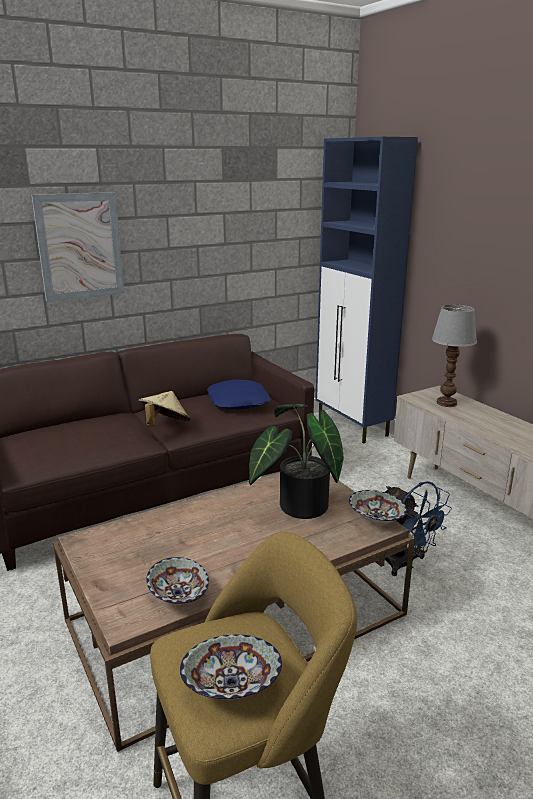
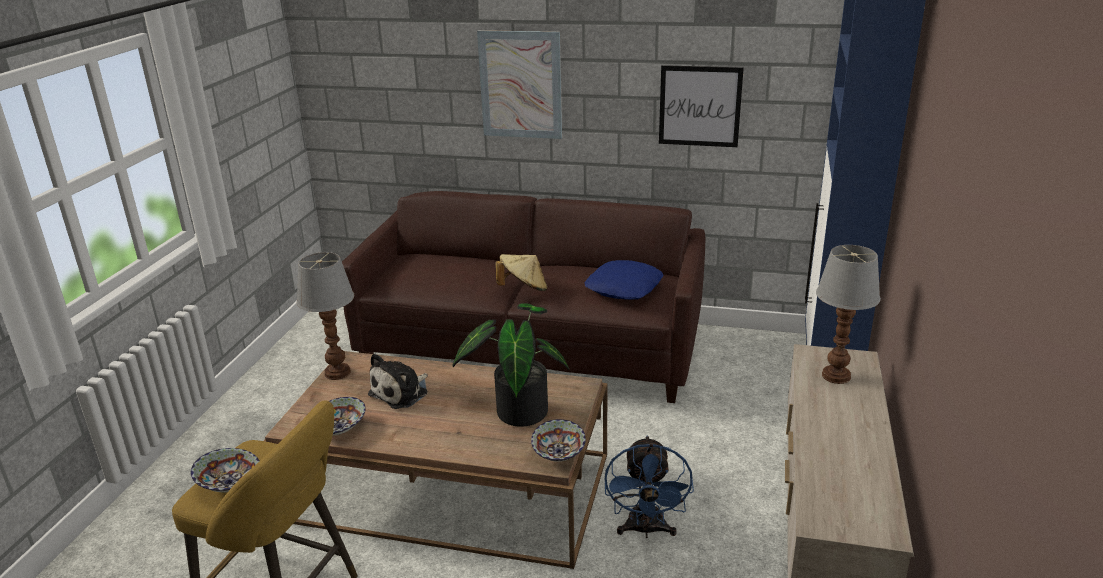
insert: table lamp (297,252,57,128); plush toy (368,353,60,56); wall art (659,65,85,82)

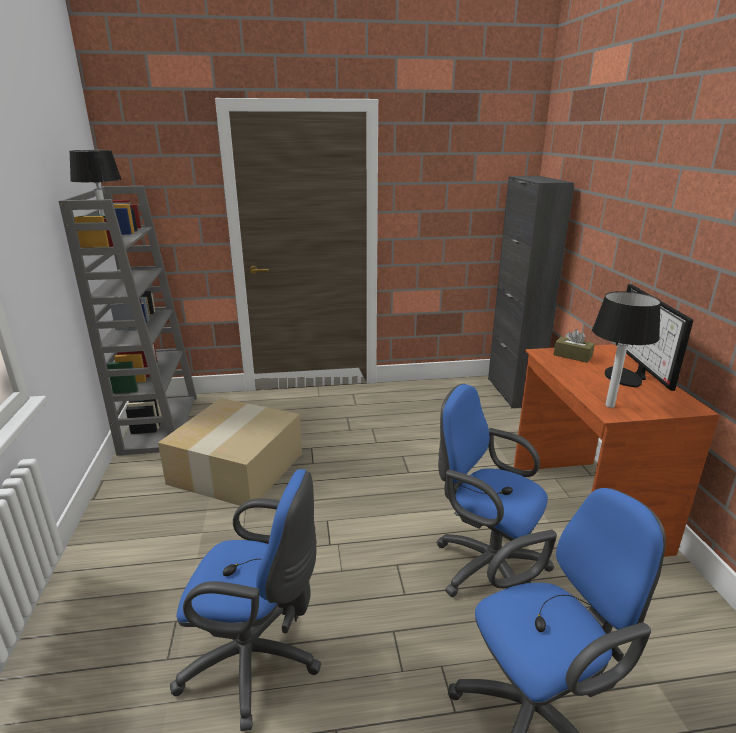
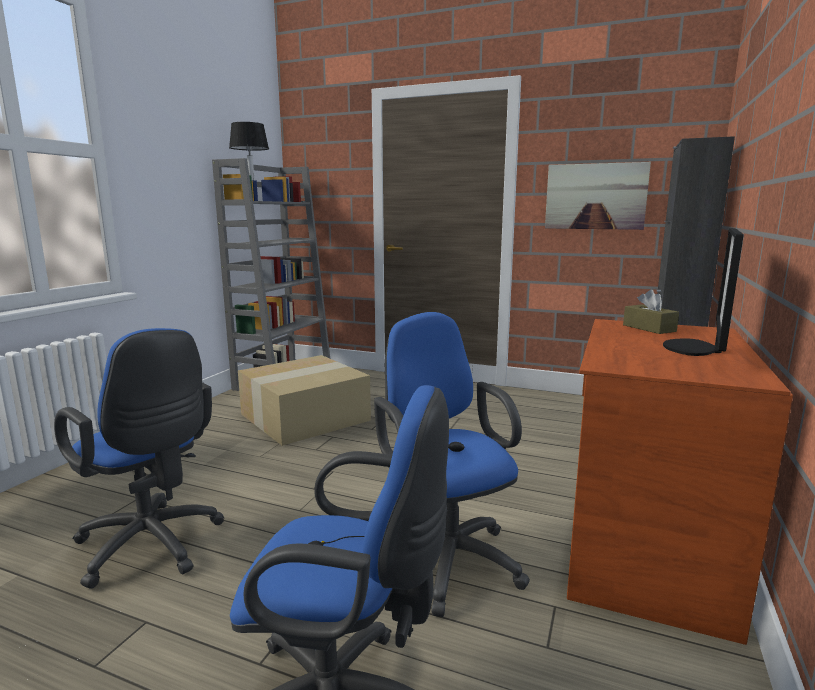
delete: table lamp (592,291,69,117)
insert: wall art (545,162,106,68)

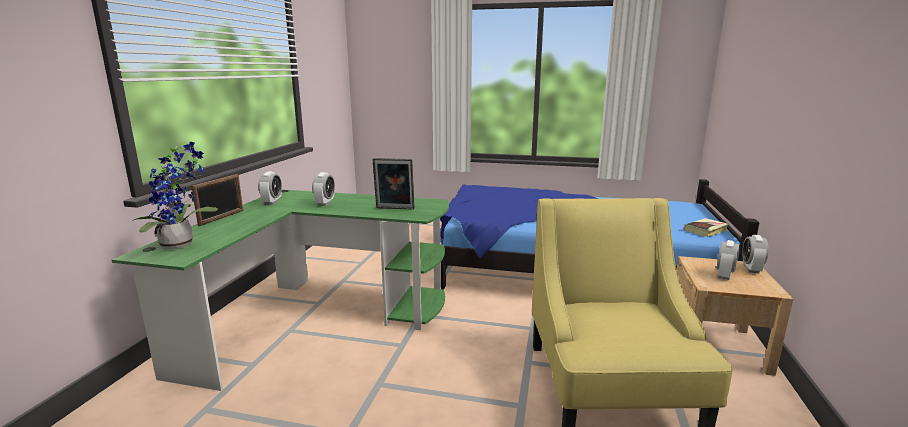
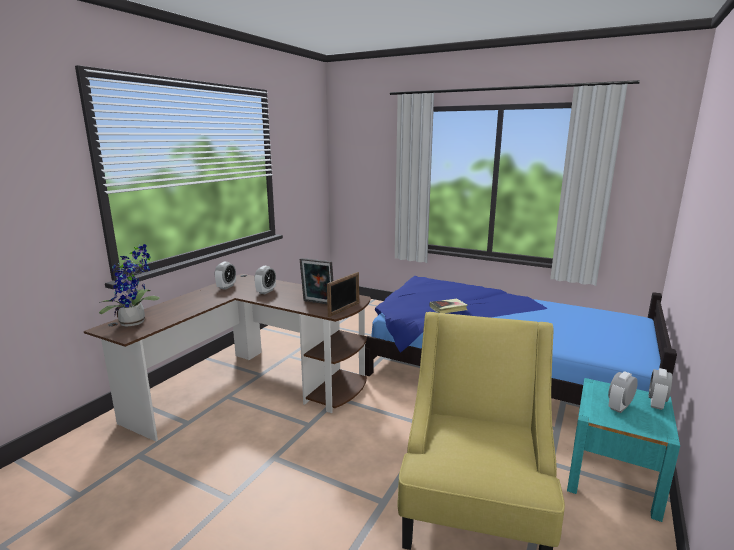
move: standing frame (191,174,52,52) to (327,272,32,45); book (684,218,45,19) to (430,299,37,14)
recolor: green-coloured desk table (112,189,337,202) to brown-coloured desk table (84,274,287,167); beige-coloured bedside table (677,256,116,120) to turquoise bedside table (567,378,113,144)

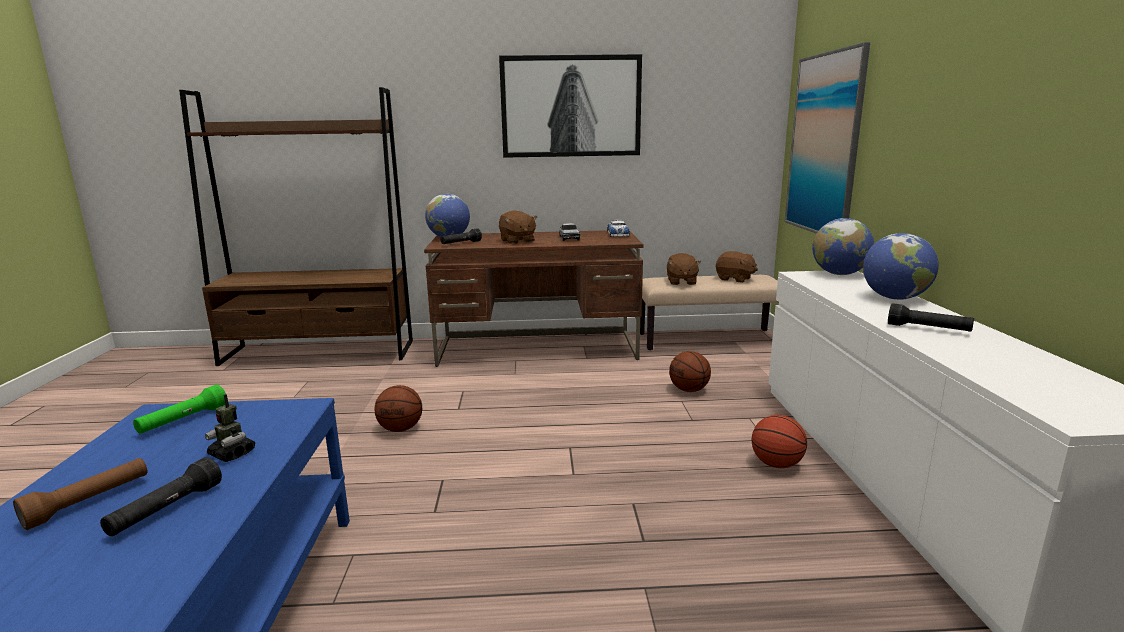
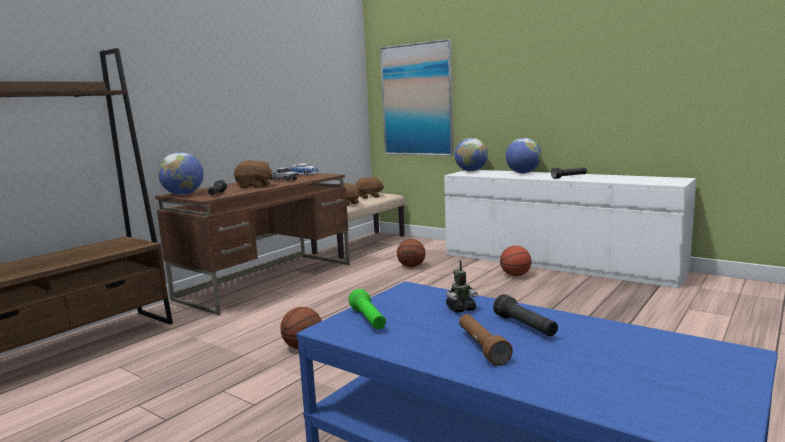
delete: wall art (499,54,143,104)

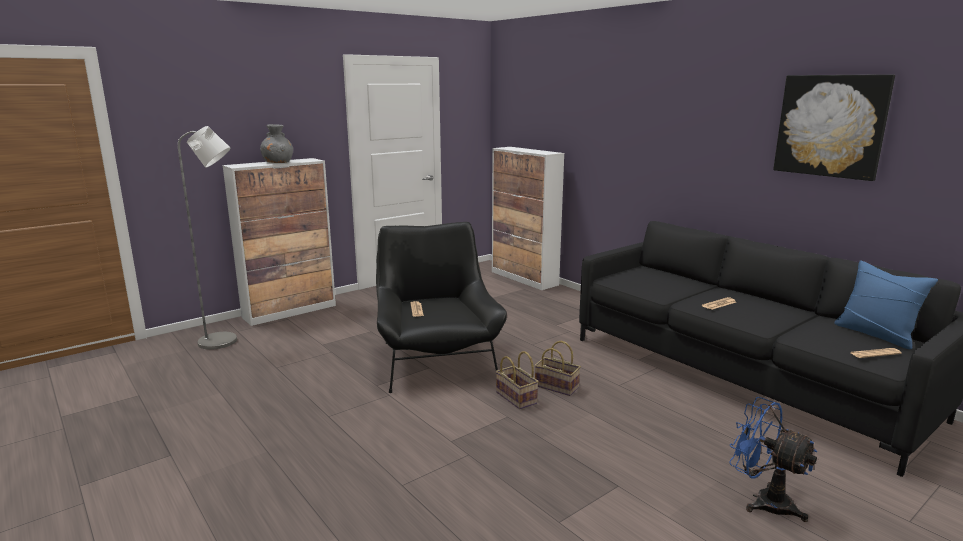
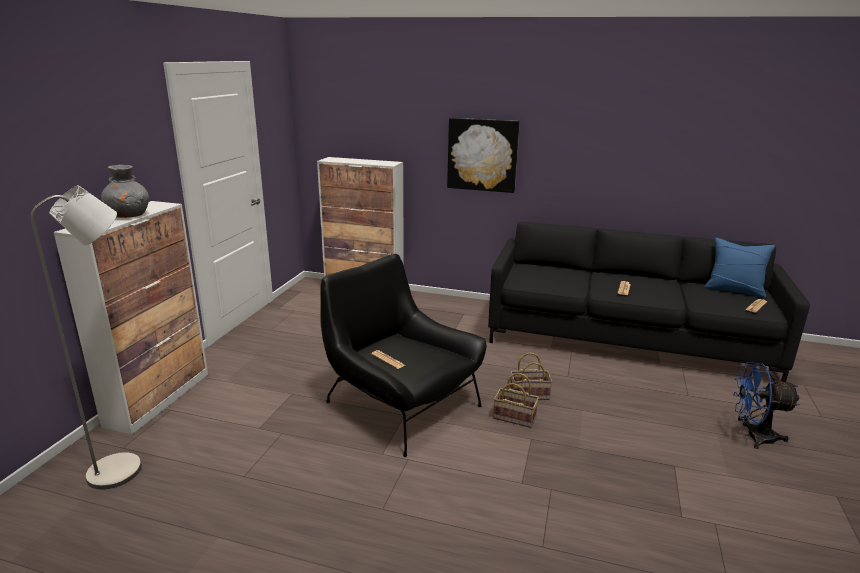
move: wall art (773,74,122,107) to (447,118,73,75)

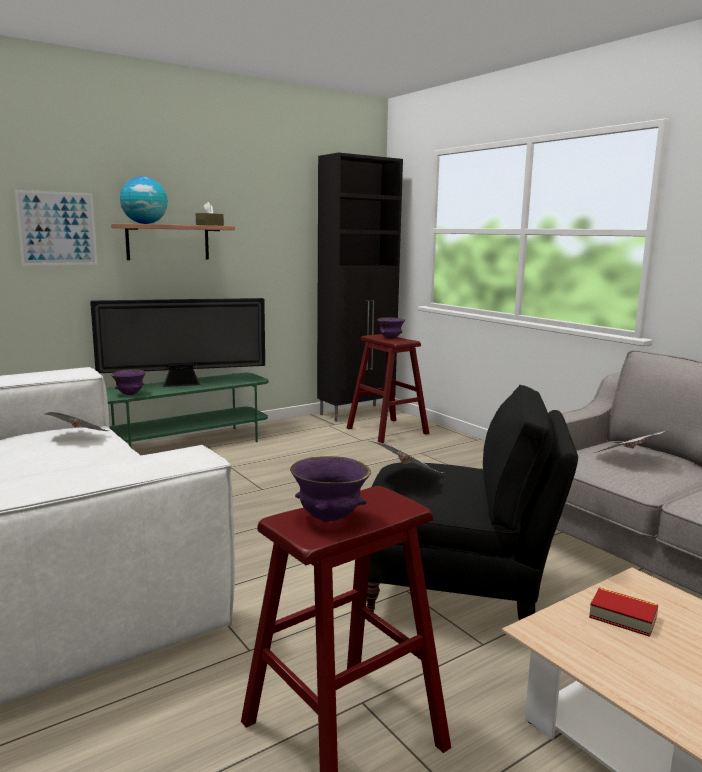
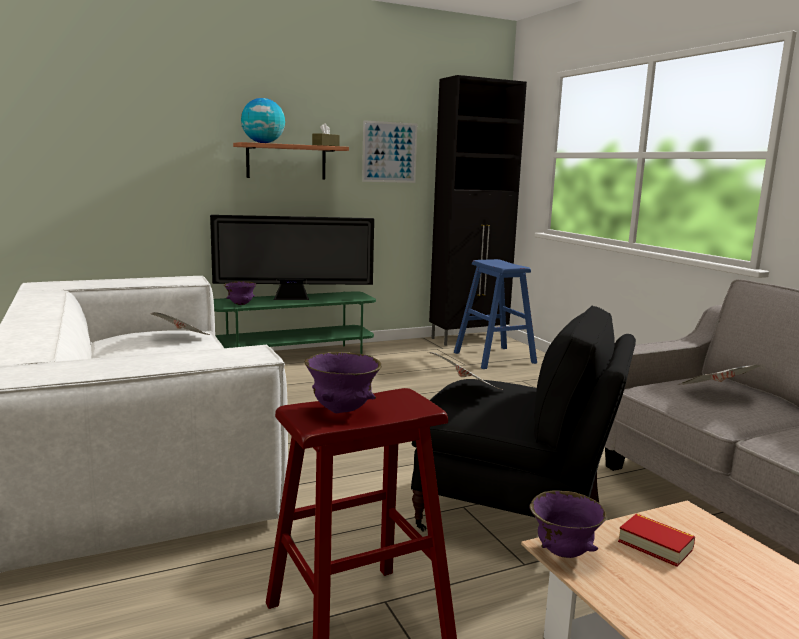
move: wall art (15,190,83,76) to (362,120,55,63); purplish deep dish (376,317,29,22) to (529,490,78,68)
recolor: red-coloured stool seat (347,334,82,109) to blue stool seat (454,259,83,110)

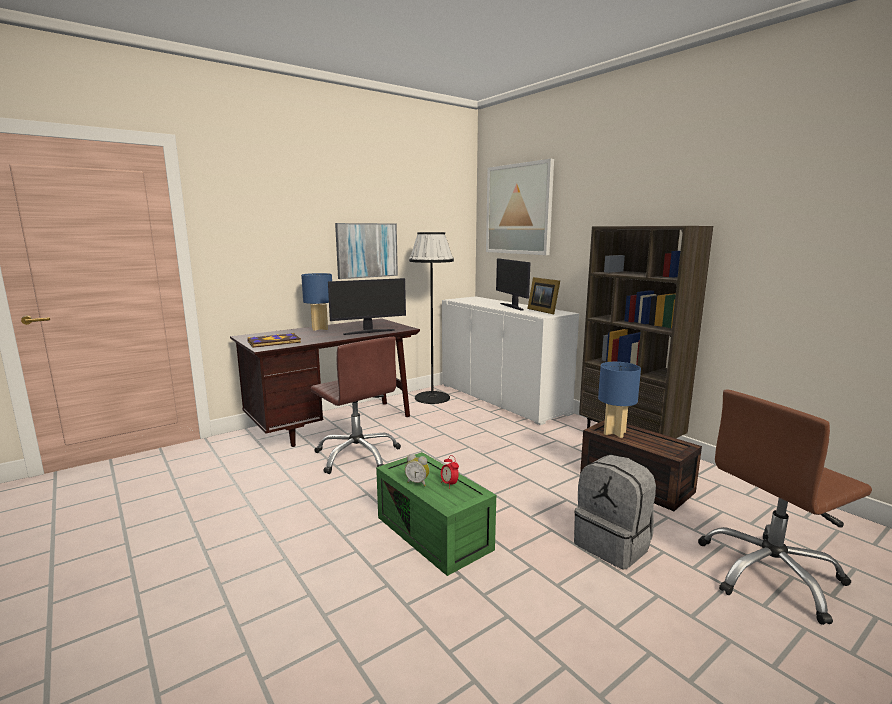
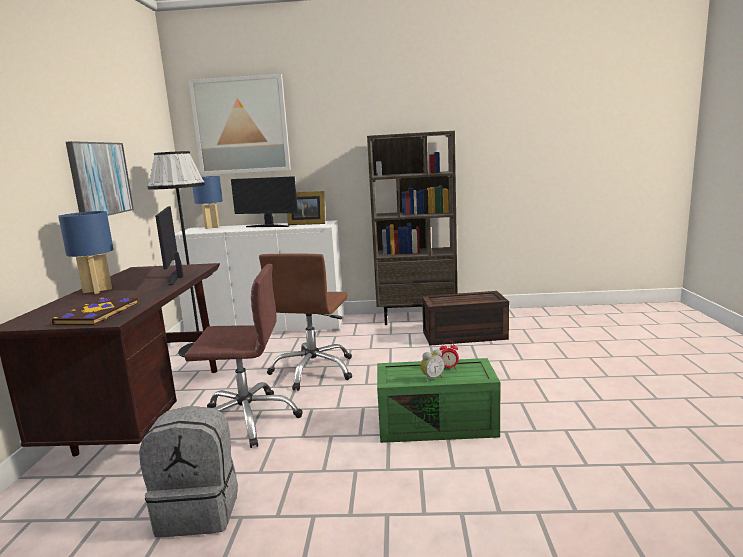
move: gray knapsack (574,455,82,114) to (139,406,99,131); blue table lamp (598,362,43,76) to (192,176,31,53); brown-coloured office chair (698,389,174,236) to (259,254,93,137)
rotate: monitor (328,278,78,57) = (155,206,28,79) 150 degrees clockwise

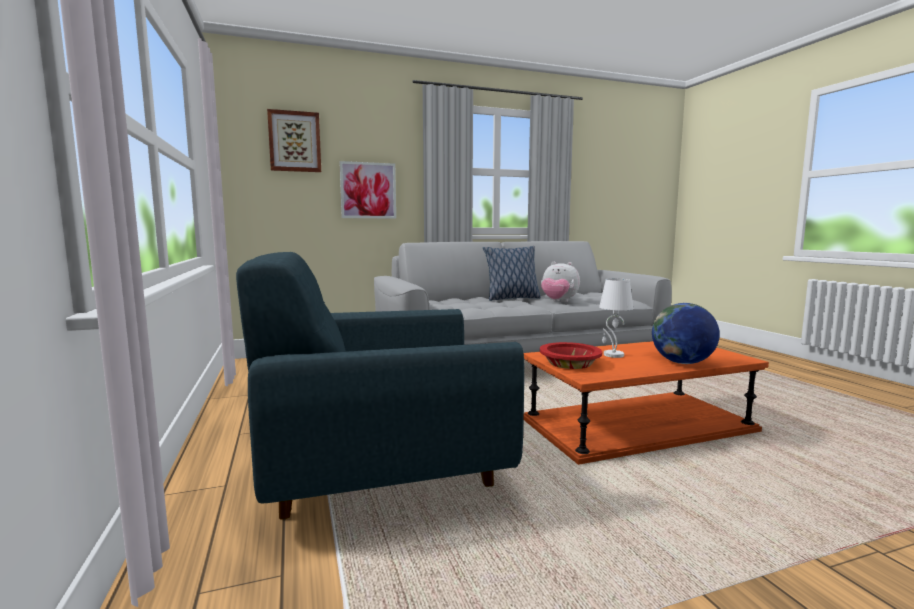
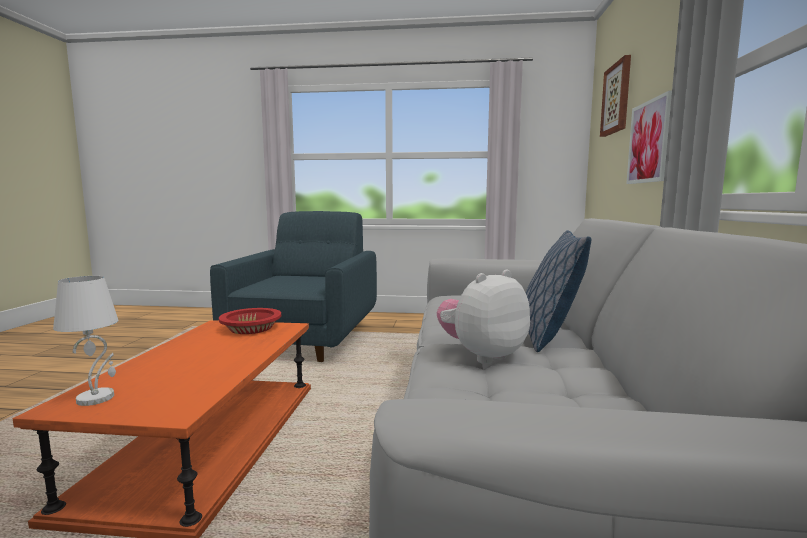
delete: desk globe (652,303,68,61)
move: white table lamp (599,278,35,80) to (53,276,66,130)

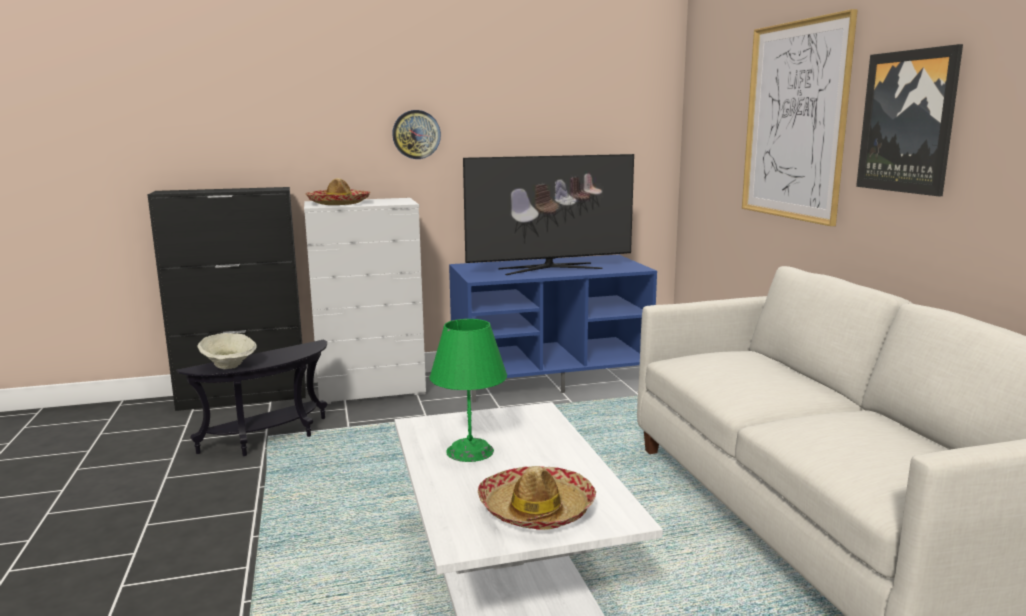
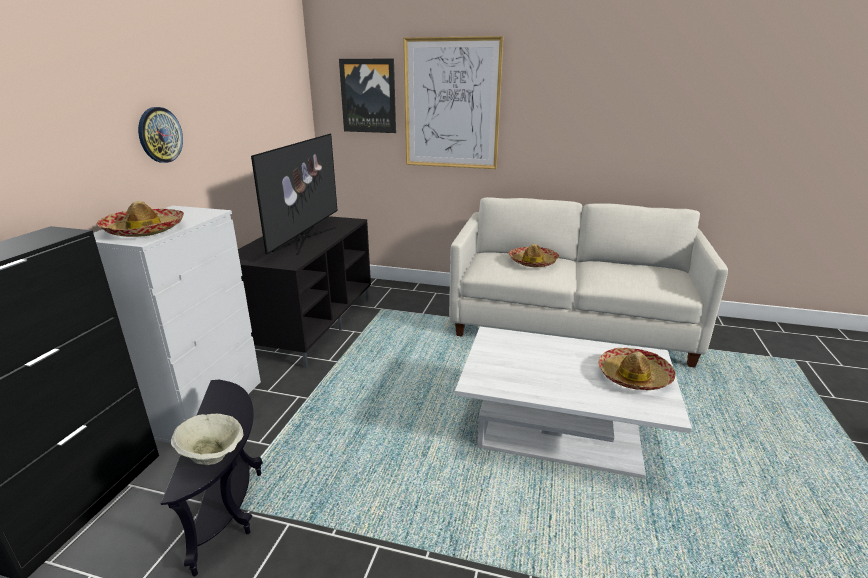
delete: green-coloured table lamp (429,319,78,143)
insert: clothing hat (509,244,50,23)
move: wall art (856,44,107,152) to (339,59,57,74)
recolor: blue tv stand (449,255,208,147) to blackish tv stand (238,216,133,152)

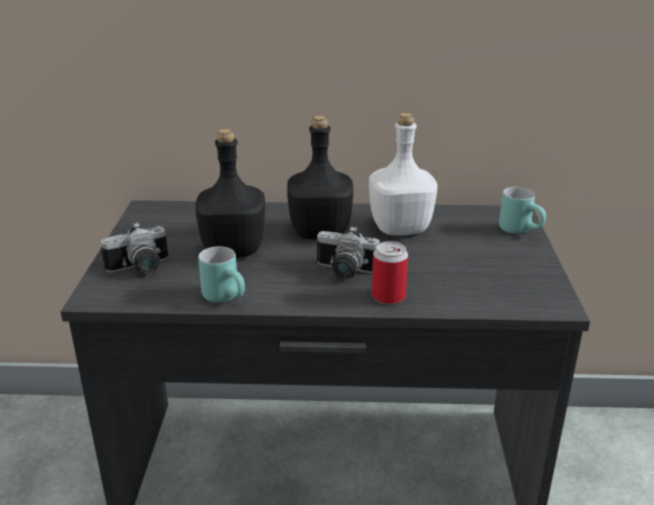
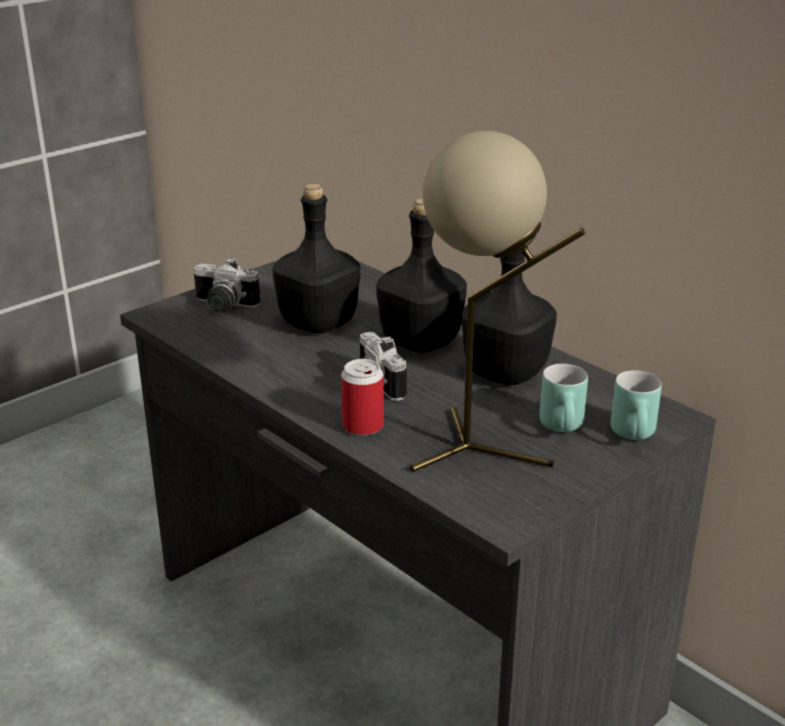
insert: beige-coloured table lamp (410,131,175,341)
move: turquoise tea mug (198,246,47,57) to (539,364,49,68)
recolor: white beverage bottle (369,113,68,123) to blackish beverage bottle (462,251,95,134)

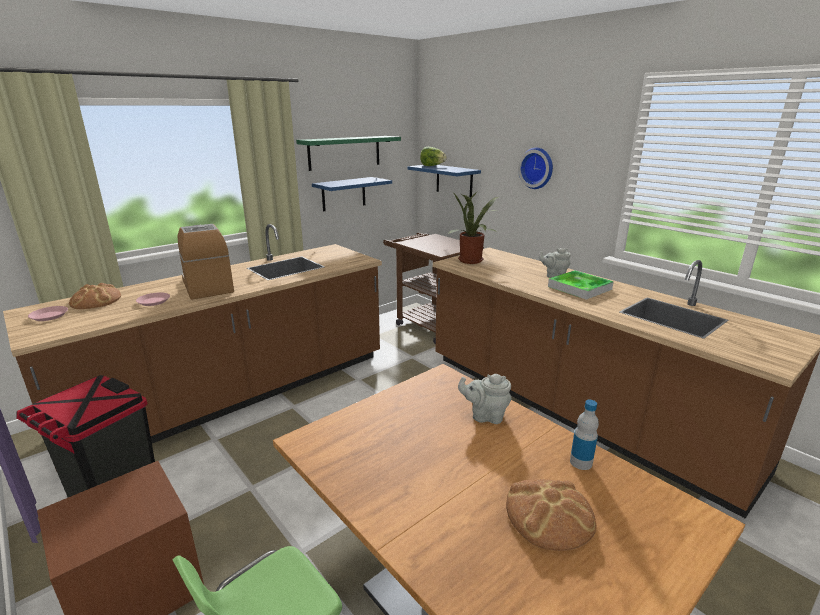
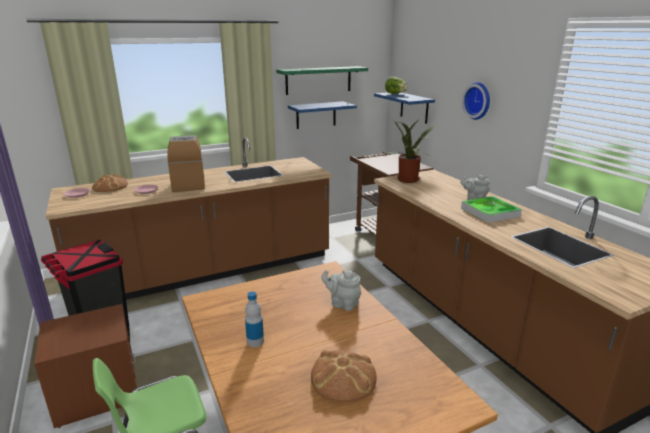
move: beverage bottle (570,399,29,71) to (245,291,19,56)

